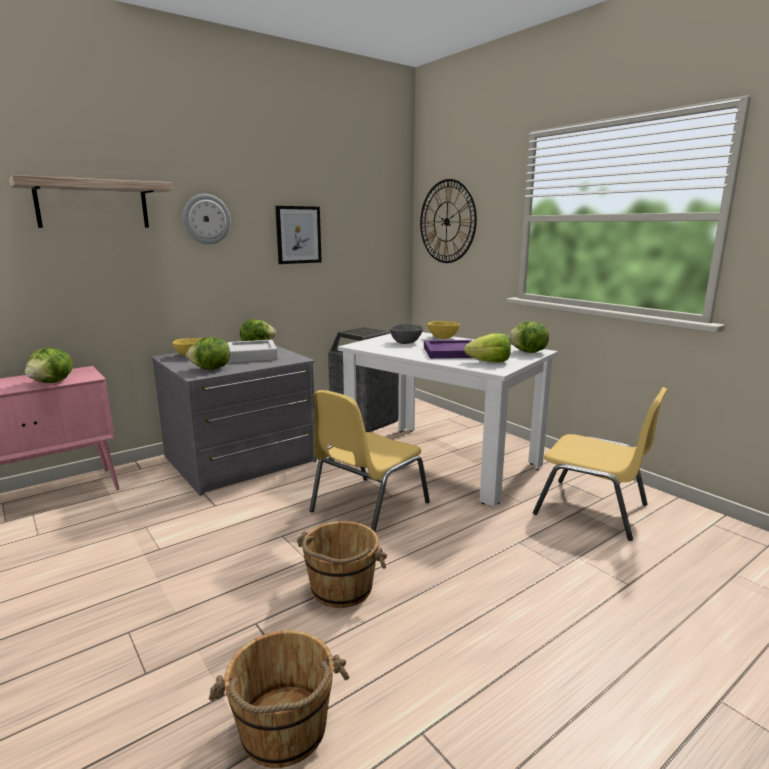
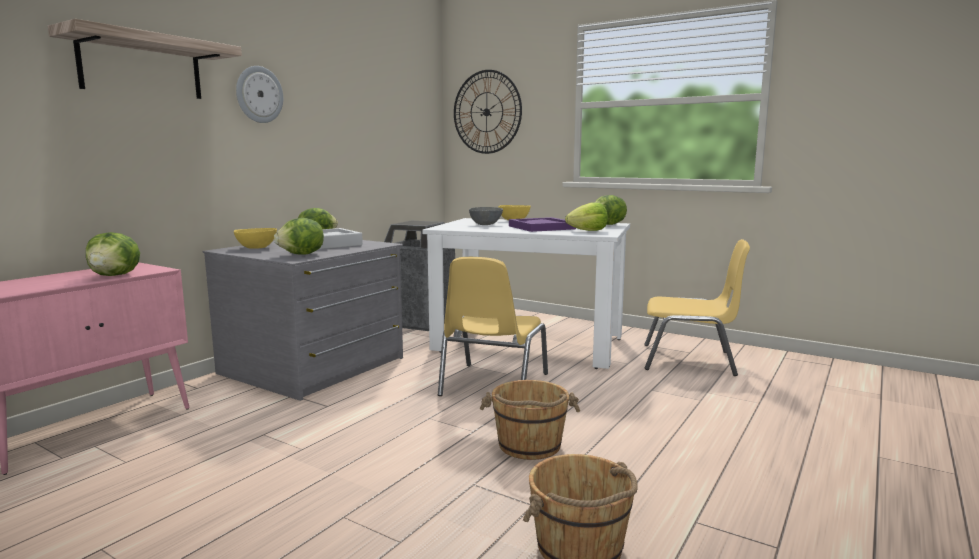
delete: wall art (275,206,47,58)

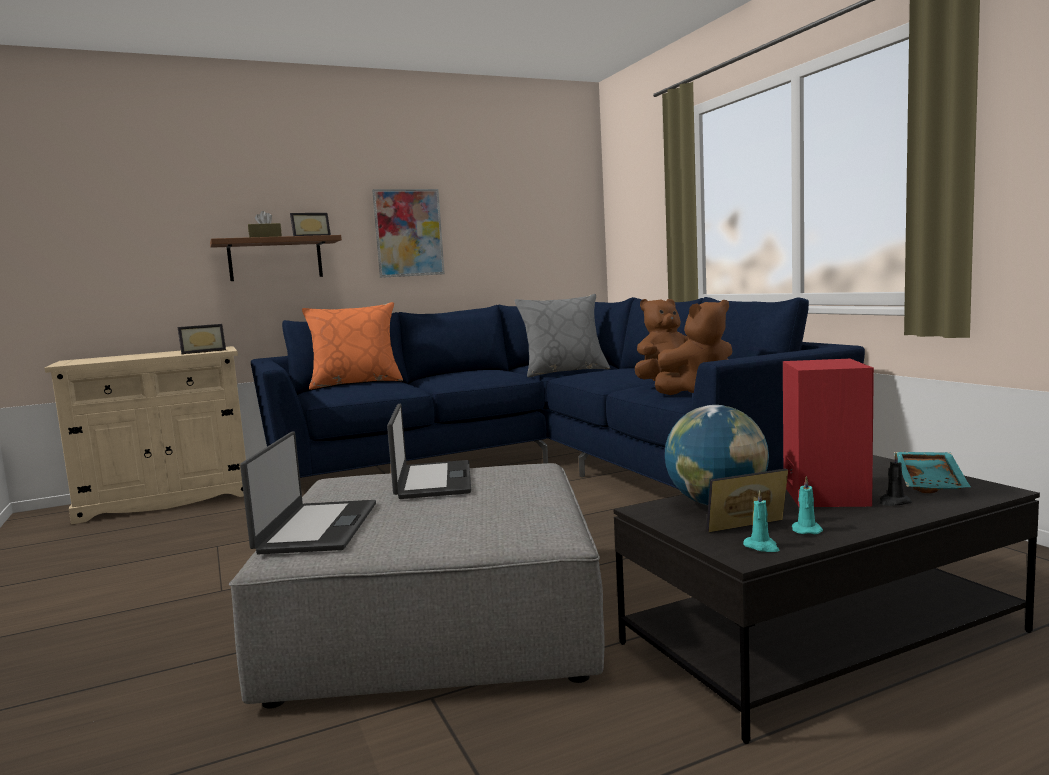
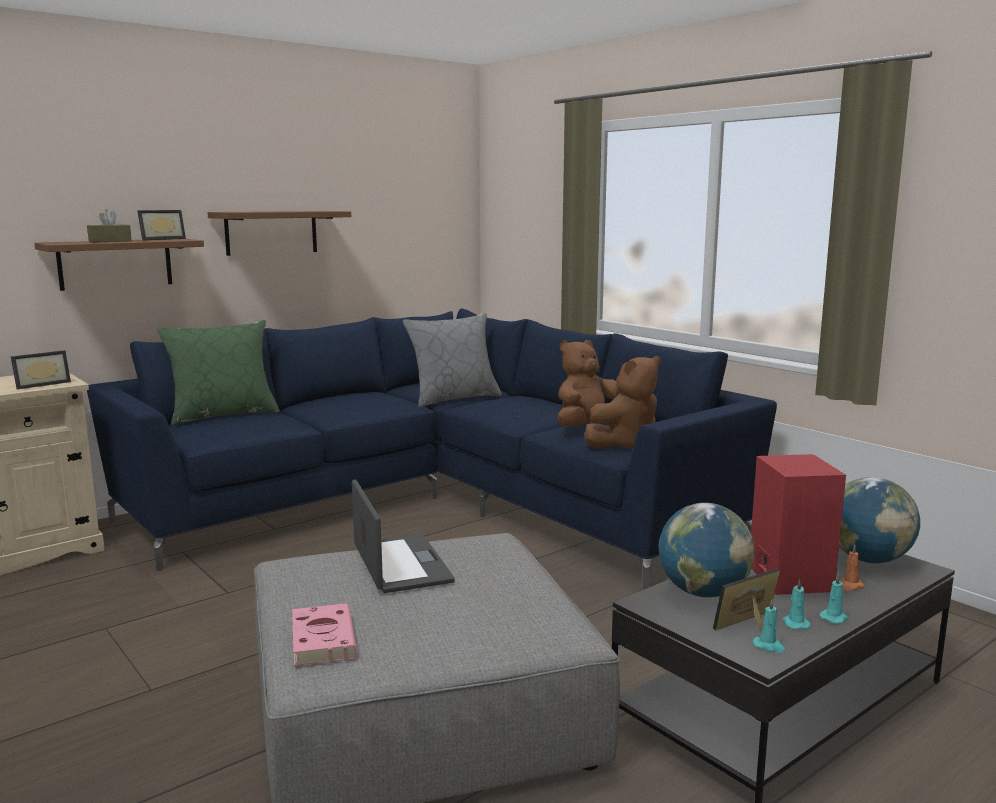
insert: turquoise wax light (820,573,28,51)
replace: wall art (372,189,73,89) to brown-coloured shelf (208,211,143,45); notebook computer (240,431,136,123) to pinkish book (292,603,65,63); turquoise tray (894,452,77,41) to desk globe (839,477,81,86)
recolor: orangey throw pillow (302,302,101,88) to green-coloured throw pillow (157,320,123,105); blackish wax light (879,453,33,53) to orangey wax light (839,545,26,46)

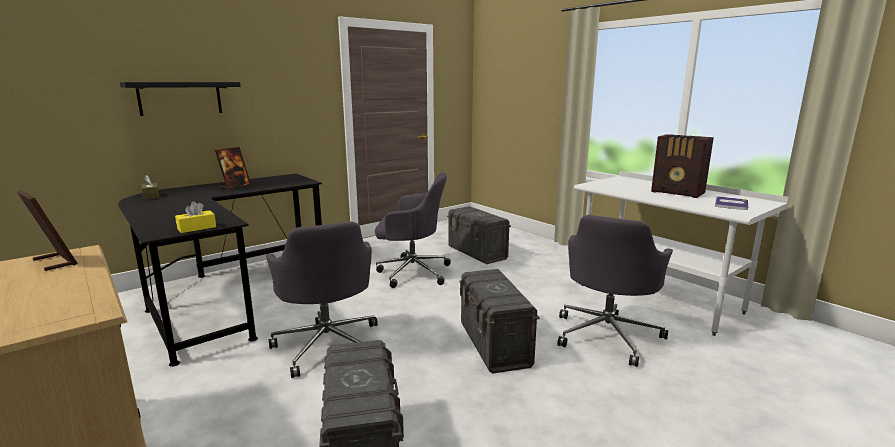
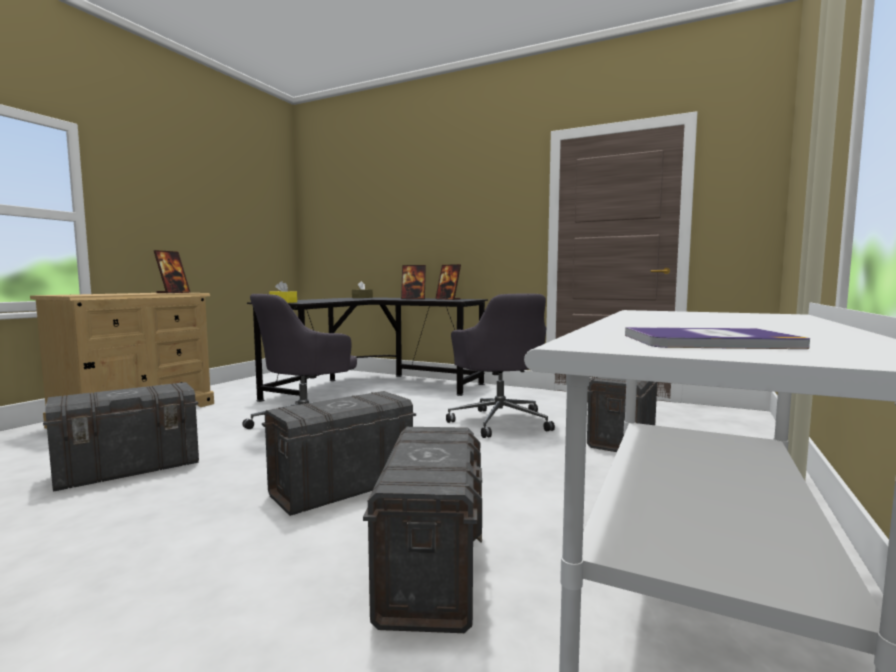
delete: blackish shelf (120,82,121,34); radio receiver (651,134,63,64)
insert: standing frame (435,264,26,36)
replace: gray office chair (557,215,116,152) to gray storage box (363,427,119,206)

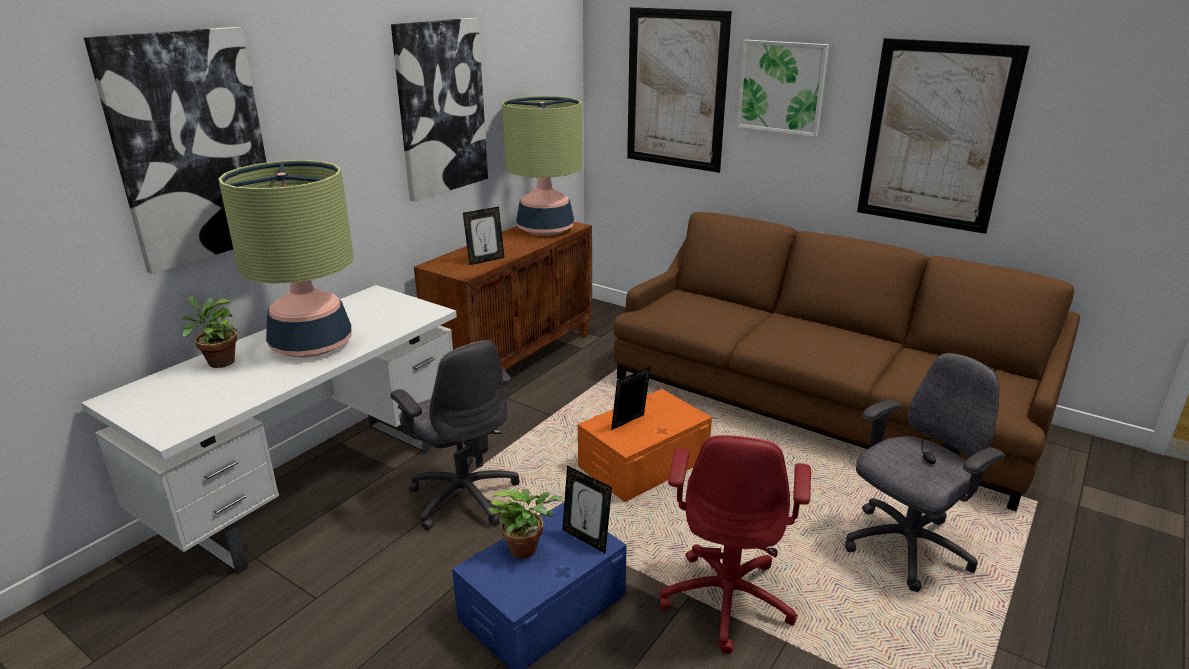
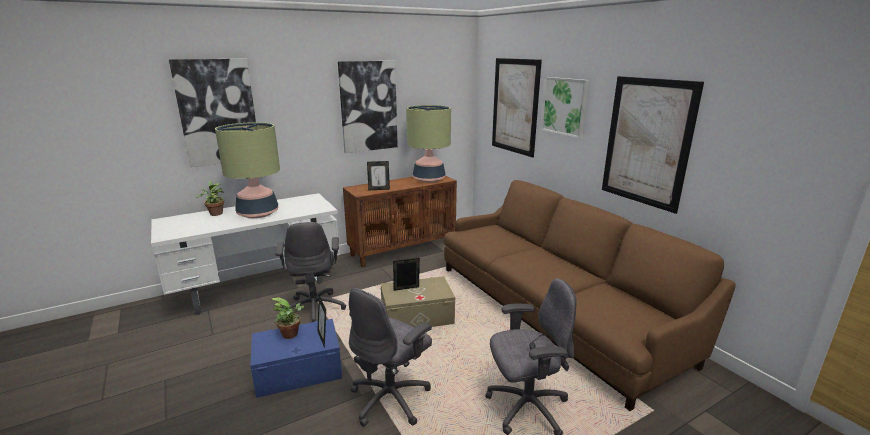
recolor: red-coloured office chair (659,435,152,219) to gray office chair (349,288,83,139); orangey storage box (578,389,134,113) to beige-coloured storage box (381,276,74,51)

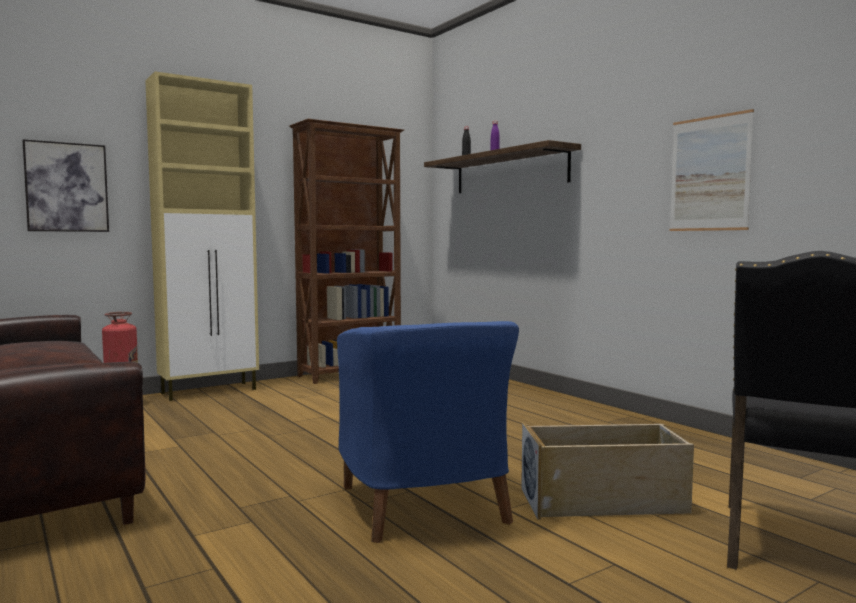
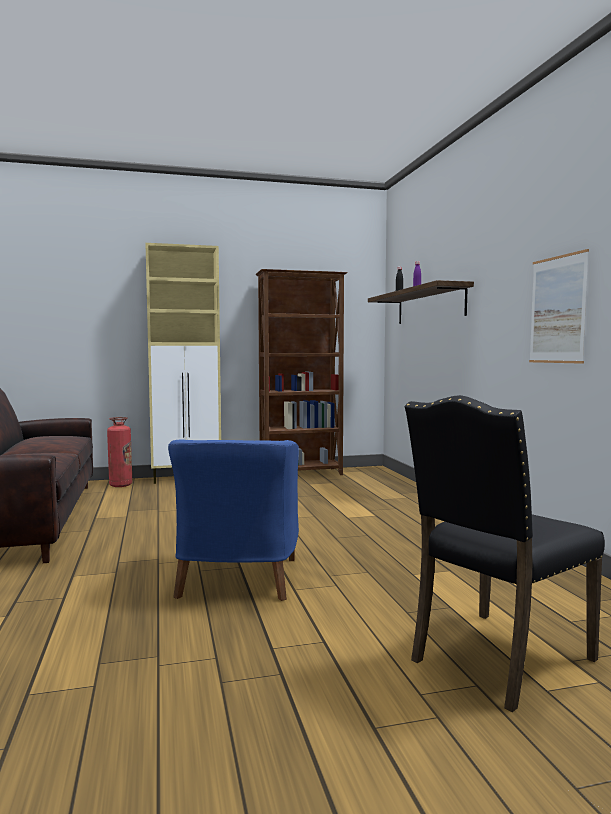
delete: wall art (22,139,87,93); beige-coloured storage box (521,423,173,97)

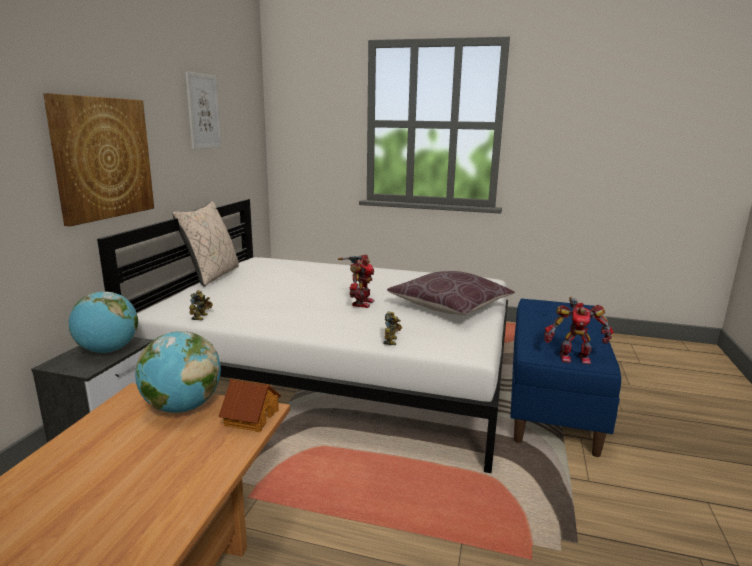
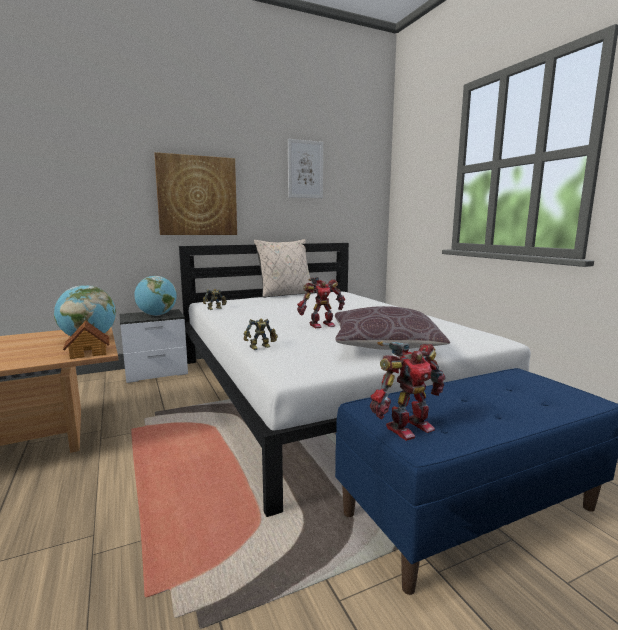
rotate: robot figure (544,297,70,67) = (370,341,76,100) 90 degrees counterclockwise

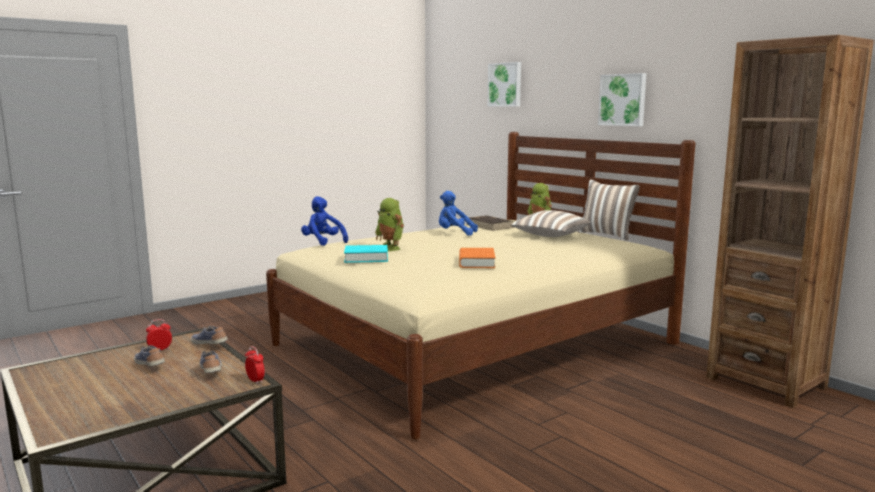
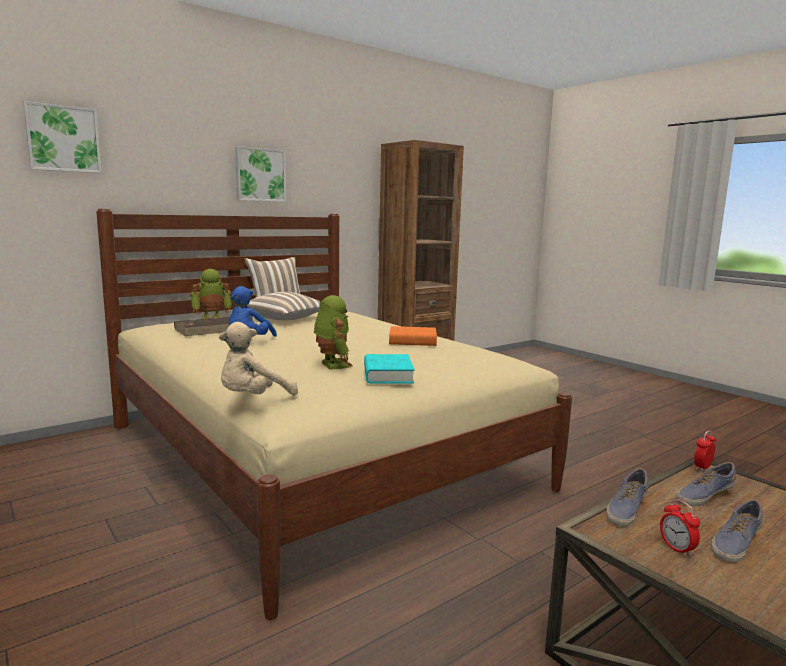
recolor: blue plush toy (301,196,47,50) to beige-coloured plush toy (219,322,79,74)
rotate: robot figure (375,198,29,53) = (314,295,39,75) 75 degrees counterclockwise

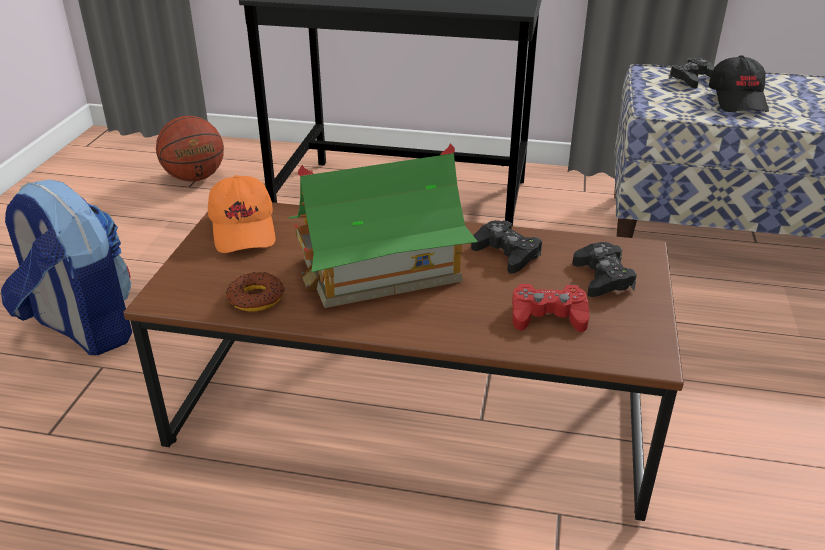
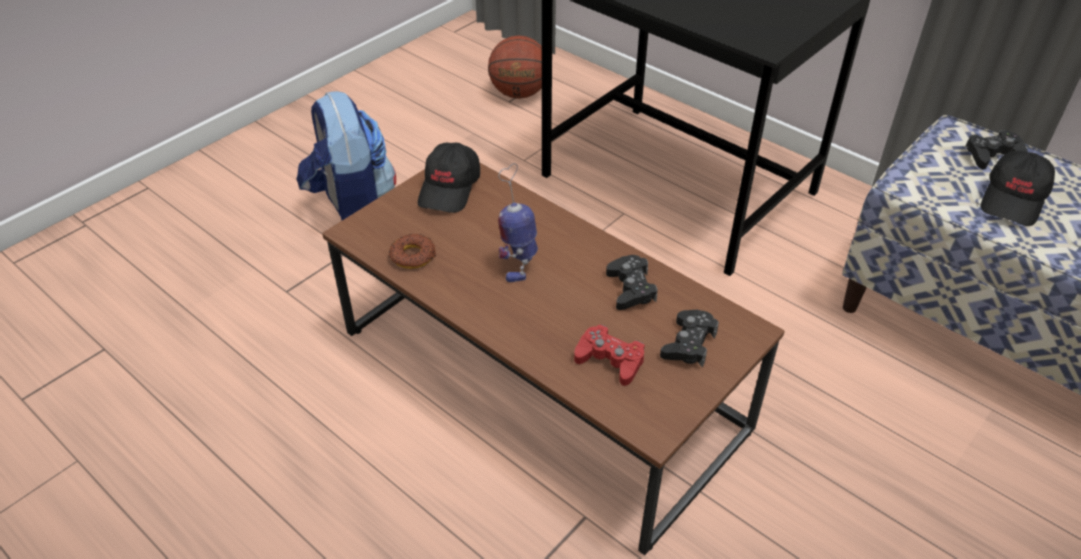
replace: miniature house (289,143,189,165) to robot figure (498,163,40,119)
recolor: orangey cap (208,175,68,78) to blackish cap (418,143,62,70)

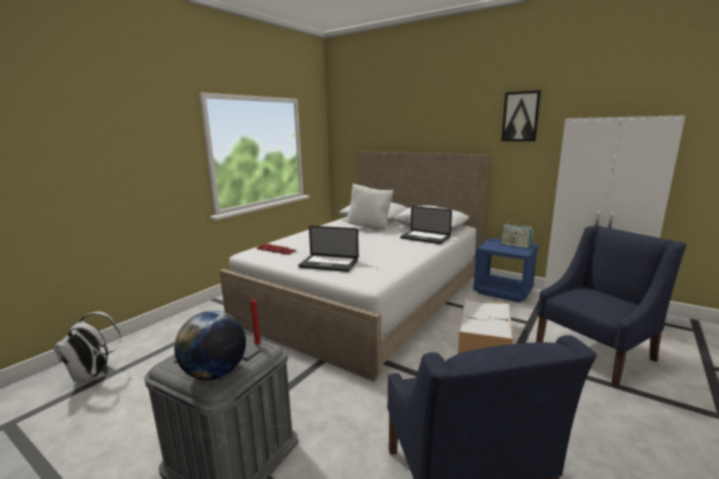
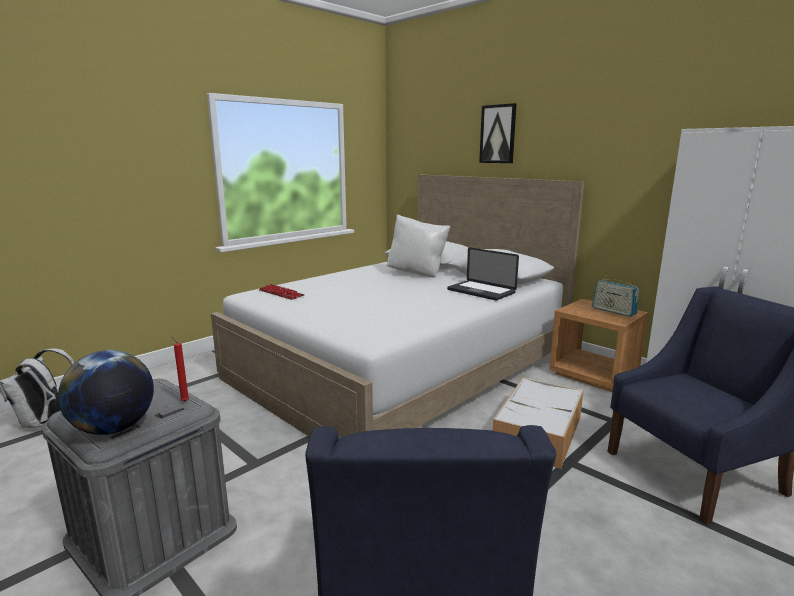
delete: notebook computer (298,226,61,46)
move: wall art (502,90,39,51) to (479,103,38,60)
recolor: blue bedside table (473,238,65,65) to brown-coloured bedside table (549,299,100,93)

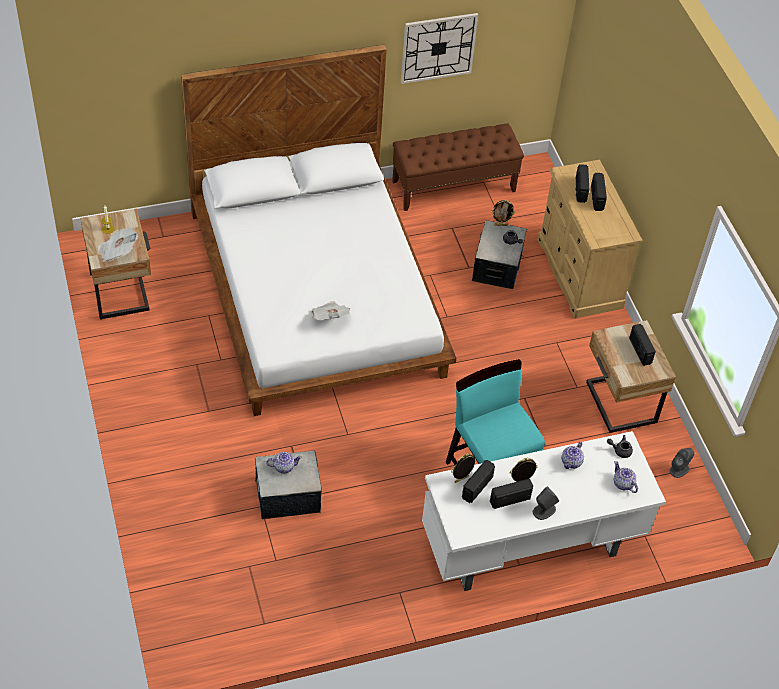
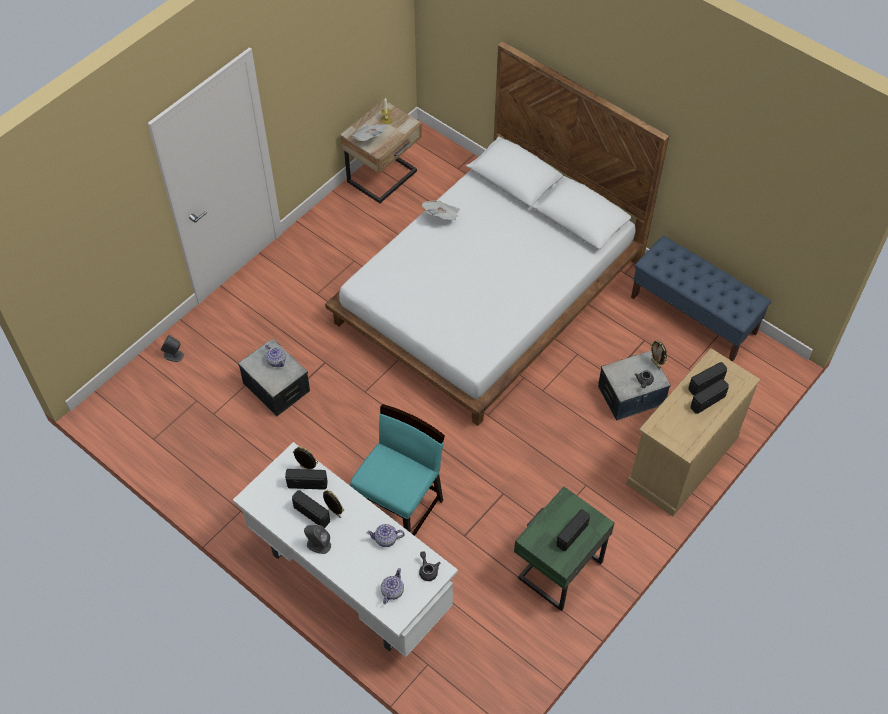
delete: clock on the wall (401,13,77,71)
move: gray loudspeaker (669,448,25,30) to (161,335,23,27); newspaper (311,301,40,19) to (422,201,38,19)
recolor: beige-coloured bedside table (586,320,90,113) to green-coloured bedside table (514,486,101,125); brown-coloured bench (392,123,132,88) to blue bench (631,236,140,126)

